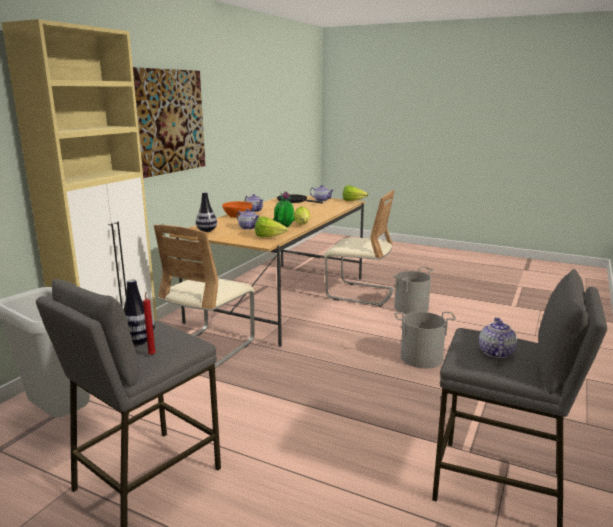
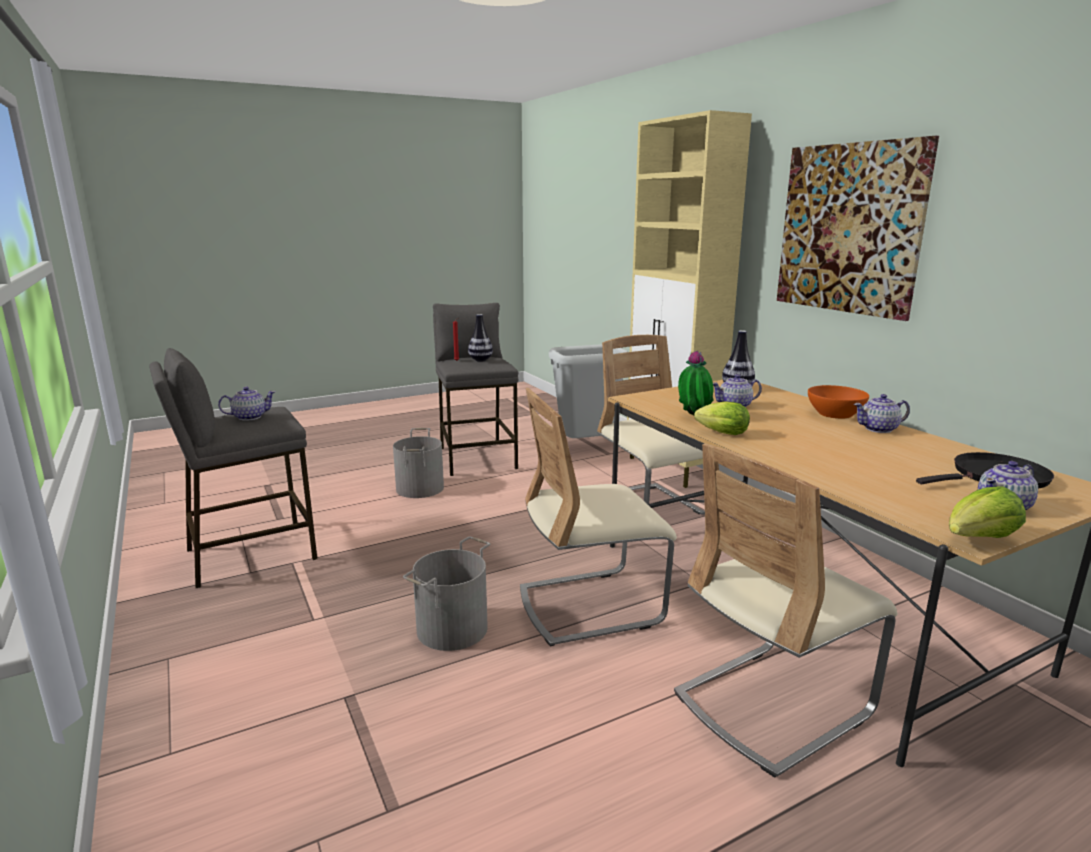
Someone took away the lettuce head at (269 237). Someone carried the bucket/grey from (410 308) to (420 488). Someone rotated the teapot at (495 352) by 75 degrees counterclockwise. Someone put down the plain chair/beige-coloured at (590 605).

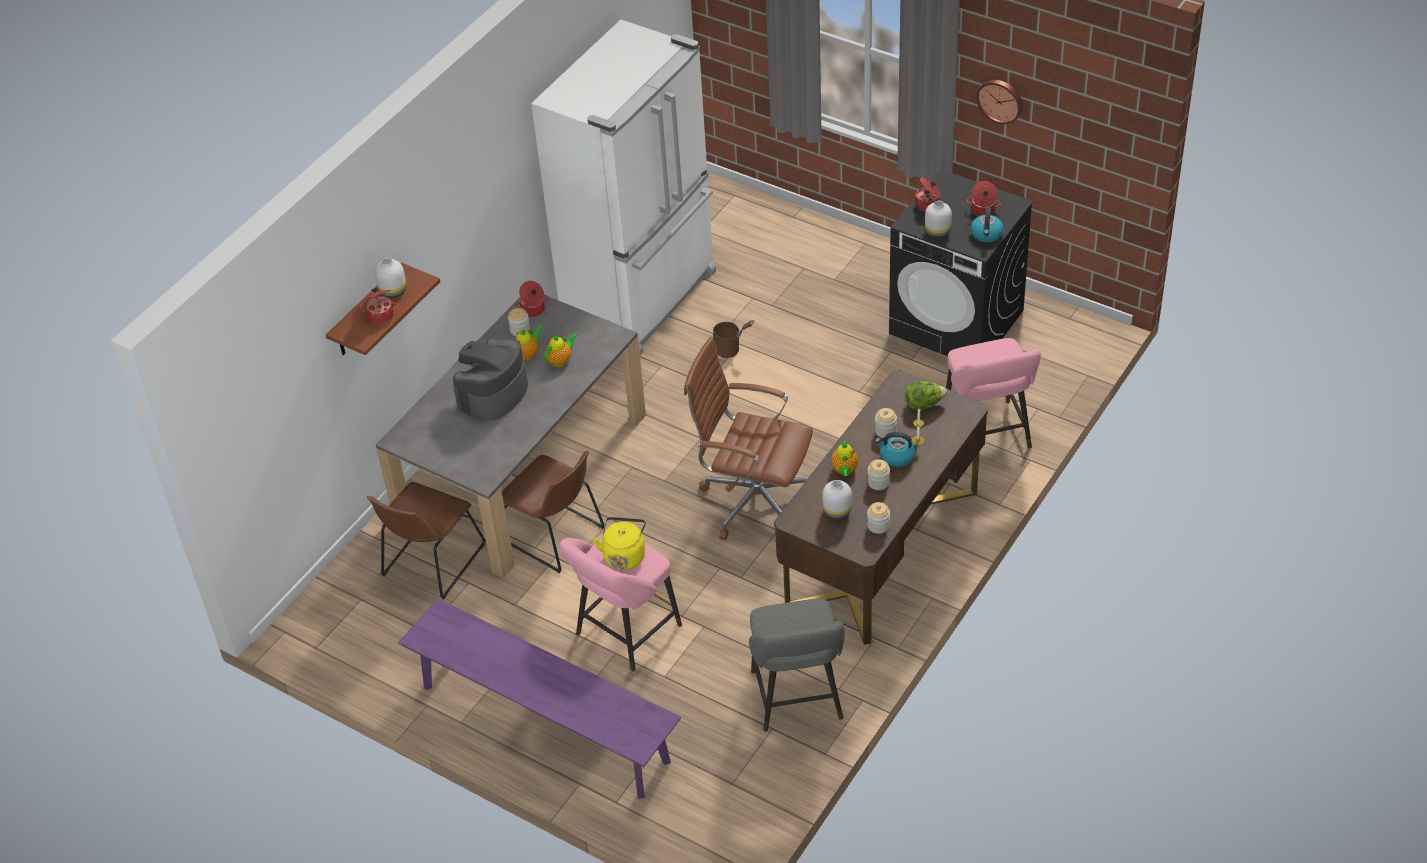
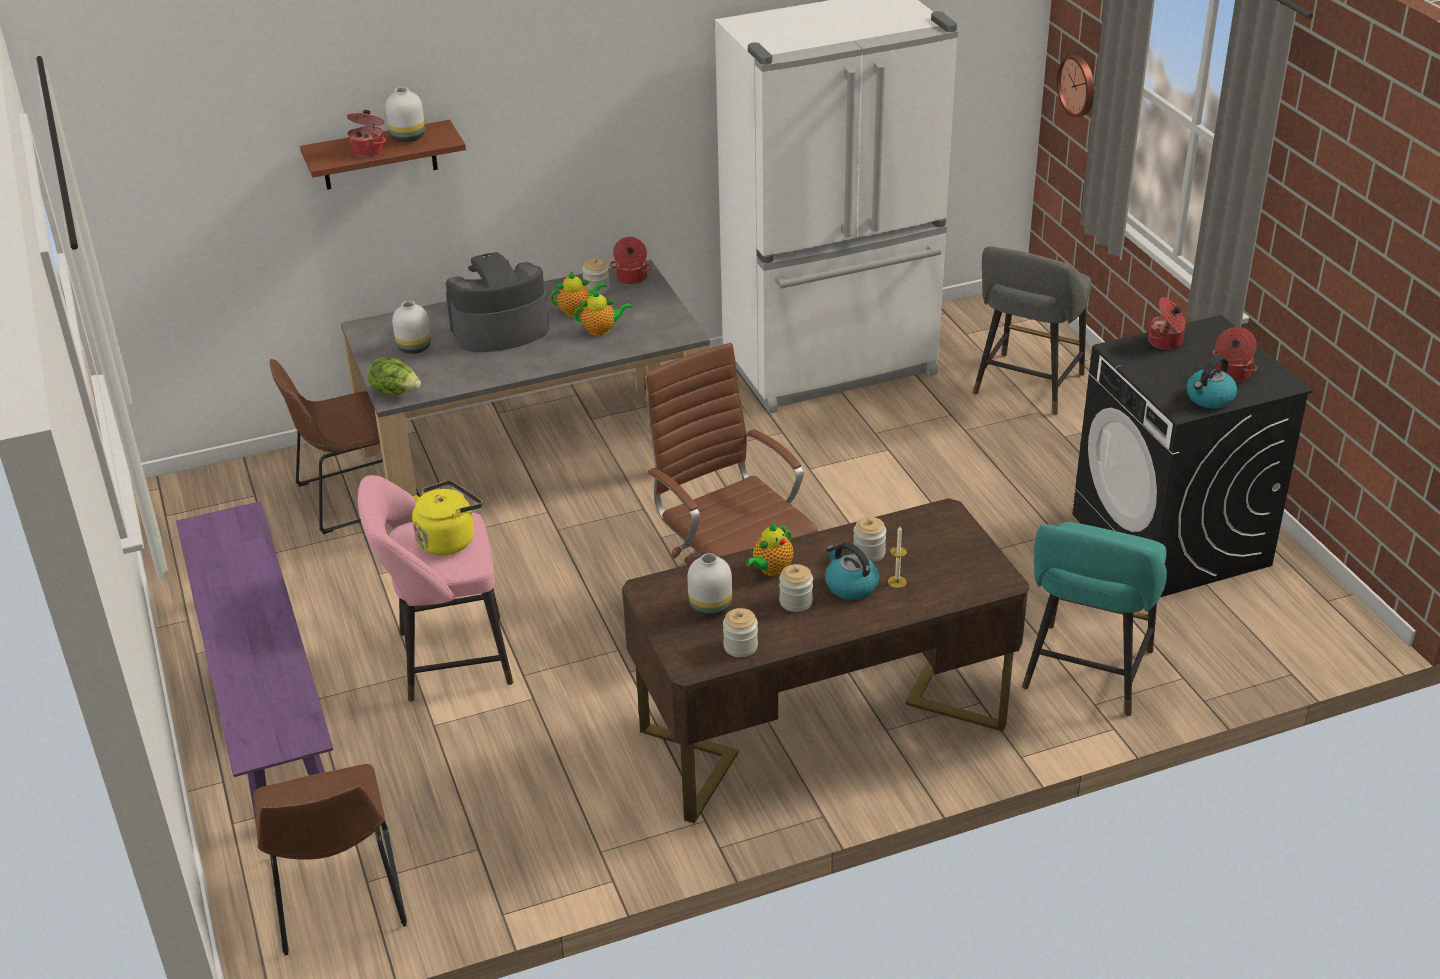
Someone carried the plain chair/brown from (555 536) to (338 897). Someone took away the bucket/brown at (731 350). Someone carried the stool seat/grey from (797 700) to (1026 387). Someone carried the lettuce head from (924 404) to (396 393). Someone carried the vase/whitish from (937 231) to (415 347). Someone repainted the stool seat/pinkish at (988 435), which became the stool seat/blue-green at (1085 675). Someone carried the clock on the wall from (1000 100) to (1078 85).

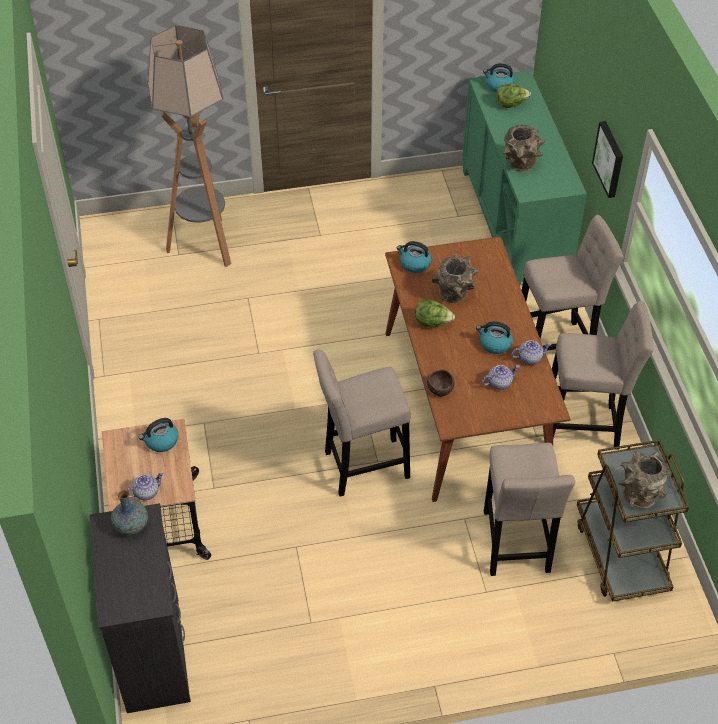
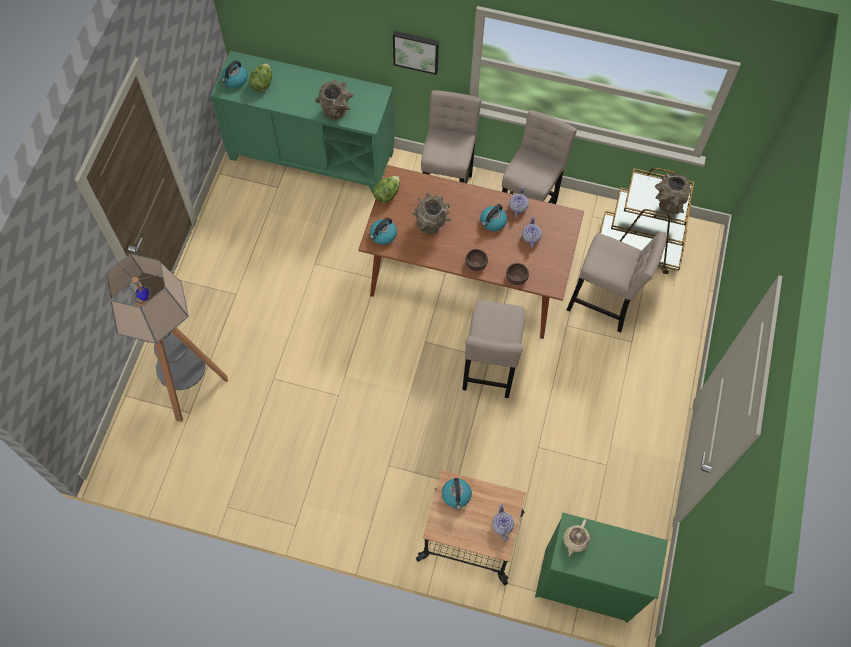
Someone repainted the dresser/blackish at (154 652), which became the dresser/green-coloured at (585 584). Someone swapped the vase at (131 525) for the teapot/beige-coloured at (575 540). Someone carried the lettuce head from (432 323) to (387 194). Someone put down the deep dish/brown at (476 263).

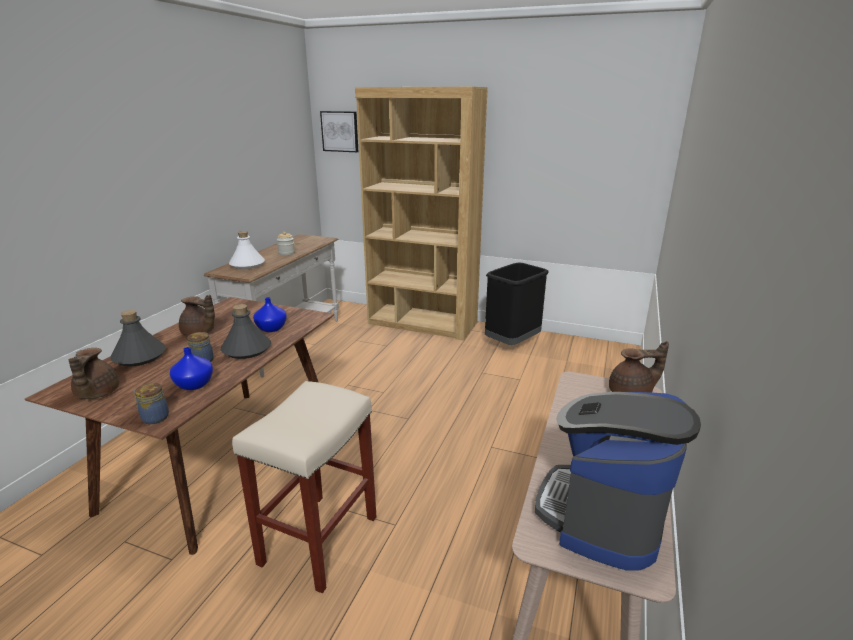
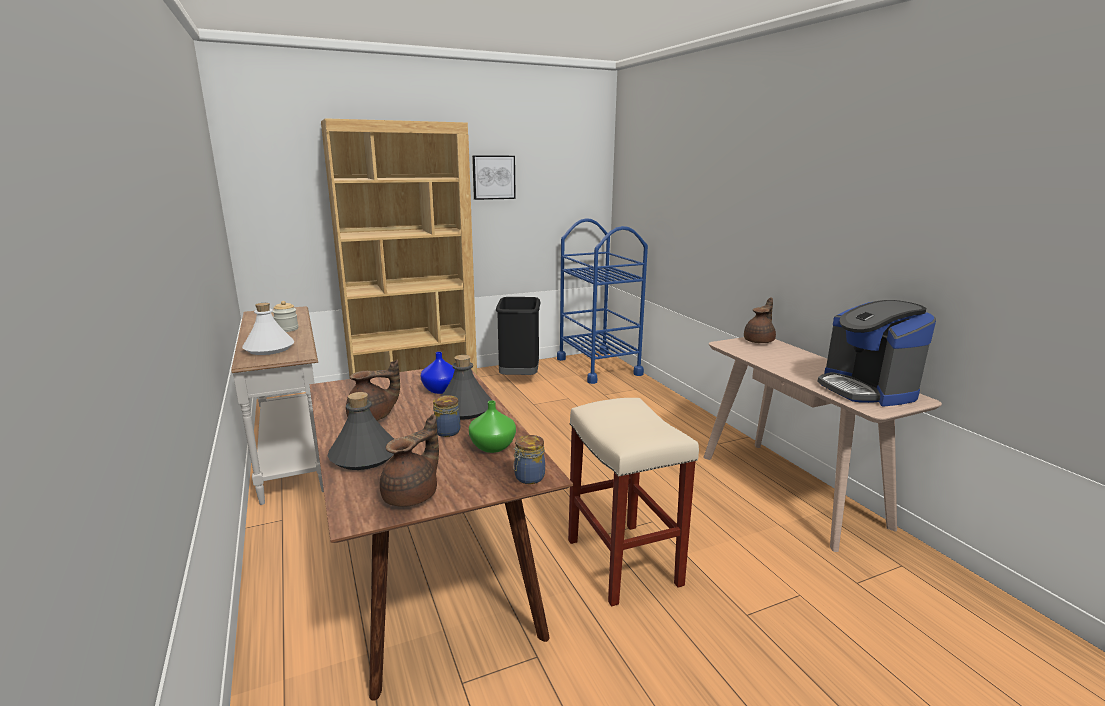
Someone rotated the teapot/brown at (96 394) by 90 degrees counterclockwise. Someone repainted the vase/blue at (193 385), which became the vase/green-coloured at (492 447). Someone carried the wall art from (340 131) to (493 177). Someone put down the trolley/blue at (598 366).

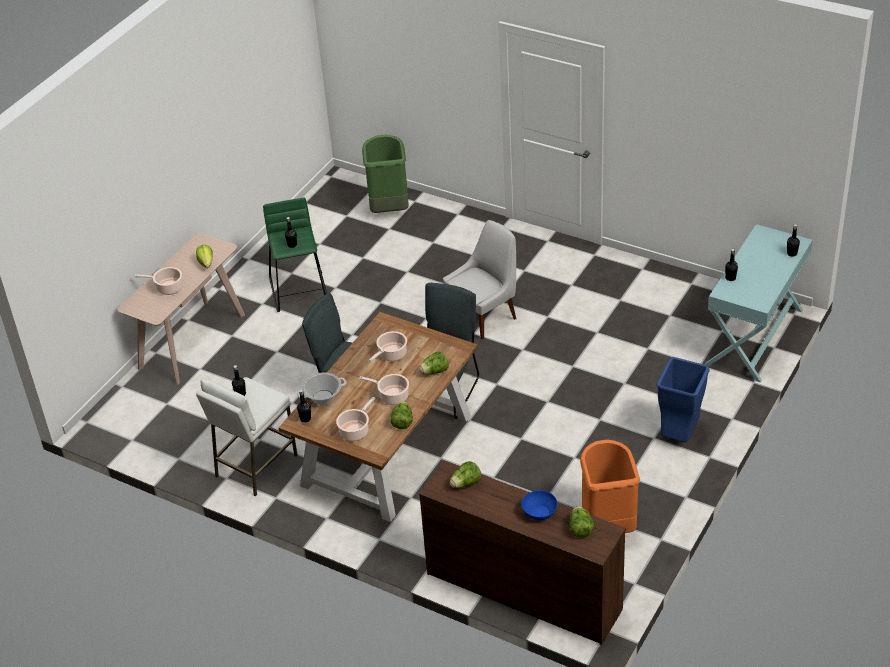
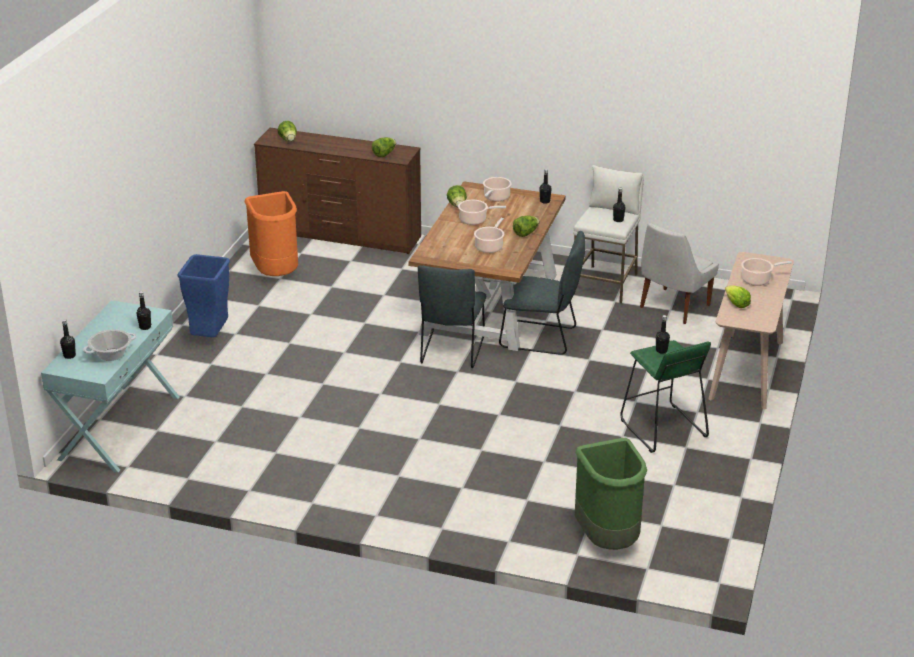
Someone carried the stockpot from (323 397) to (111 355). Someone carried the lettuce head from (434 371) to (526 233). Someone carried the plain chair/whitish from (485 315) to (673 307). Someone took away the deep dish/blue at (539 512).

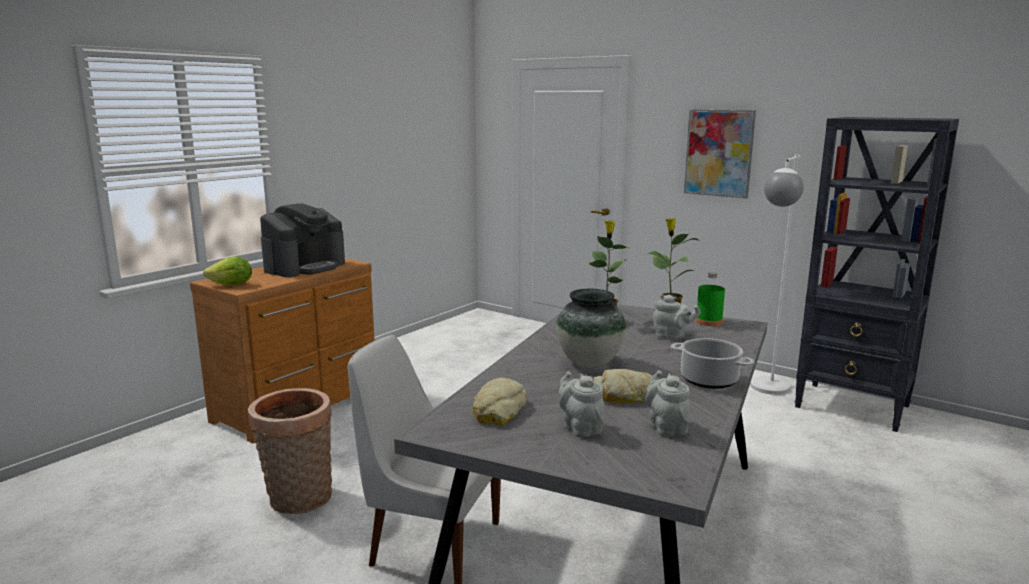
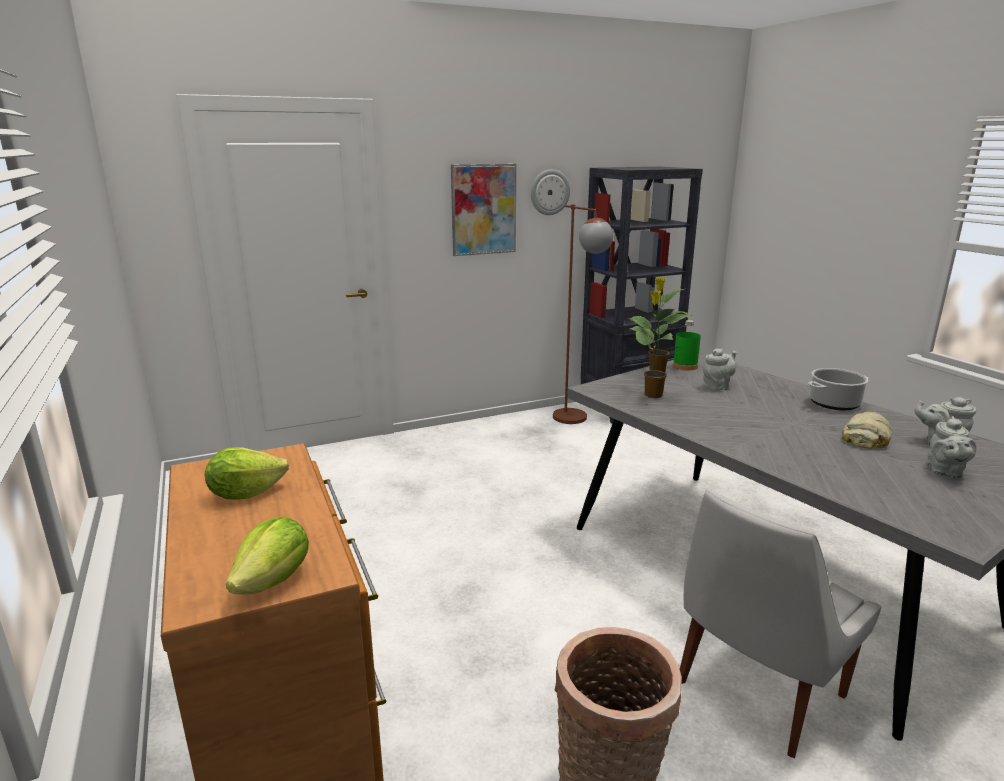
Someone swapped the coffee brewer at (305 267) for the lettuce head at (245 493). Someone took away the bakery bread at (498 410). Someone took away the vase at (588 363). Someone rotated the teapot/grey at (580 428) by 75 degrees counterclockwise. Someone repainted the floor lamp/whitish at (766 391), which became the floor lamp/brown at (577 421). Someone put up the clock on the wall at (549 192).

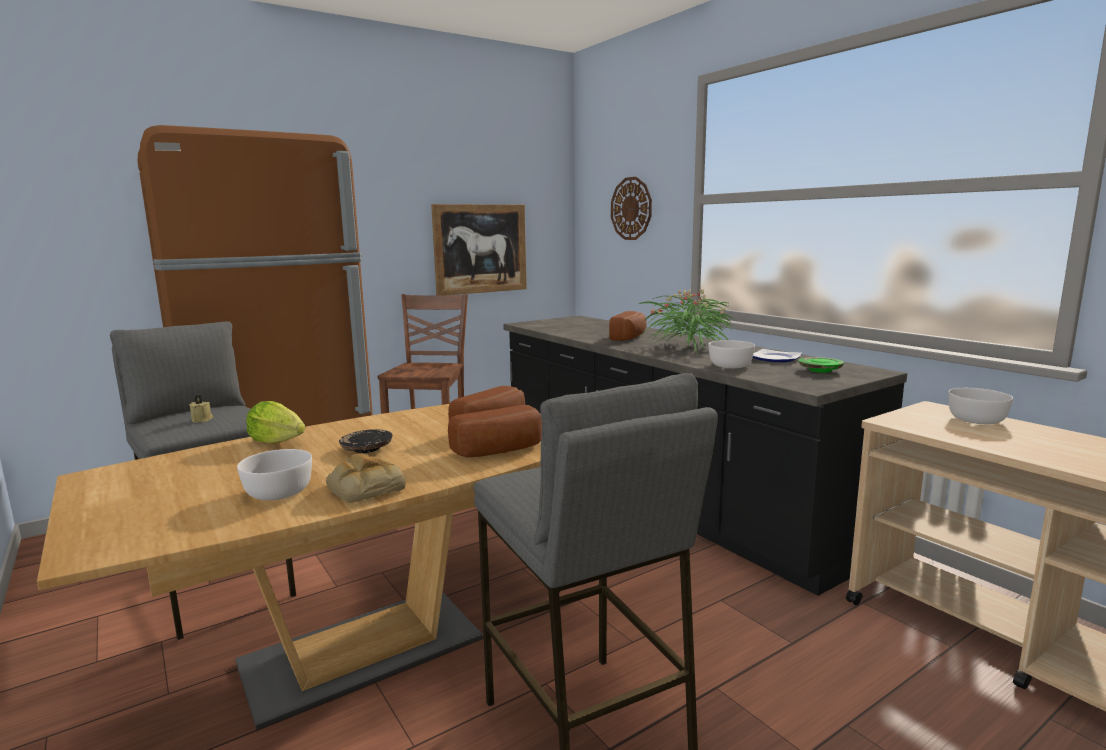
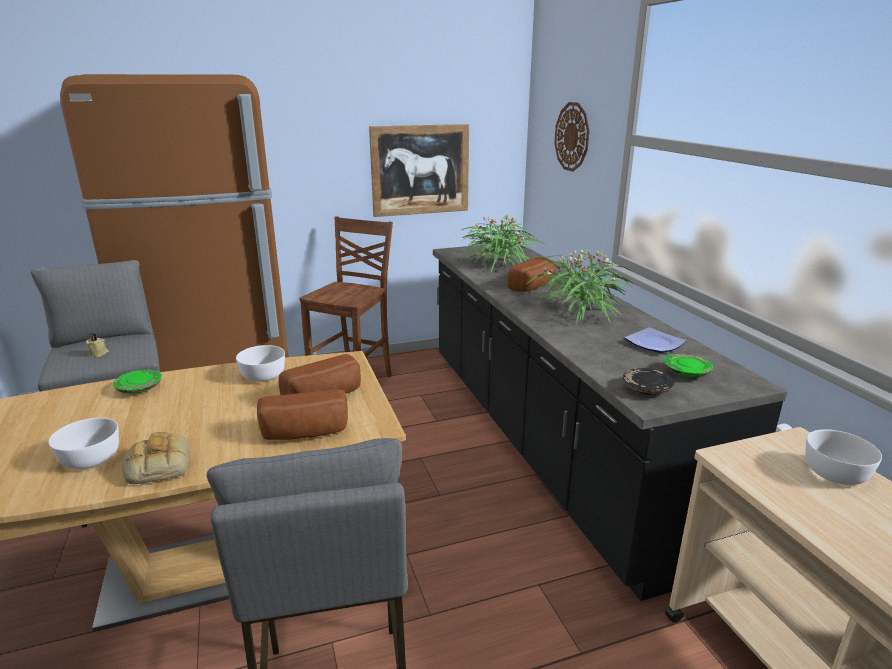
Someone swapped the lettuce head at (277 442) for the dinner plate/green-coloured at (140 388). Someone carried the dinner plate/blackish from (366 449) to (646 389). Someone carried the deep dish/whitish from (730 366) to (262 375). Someone put down the plant in a pot at (498 264).

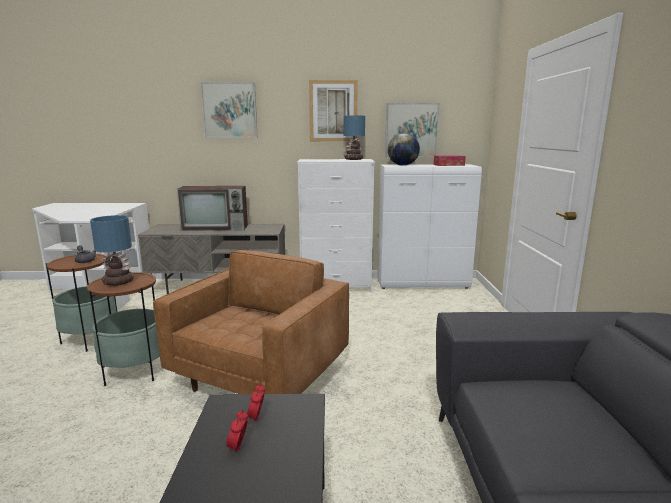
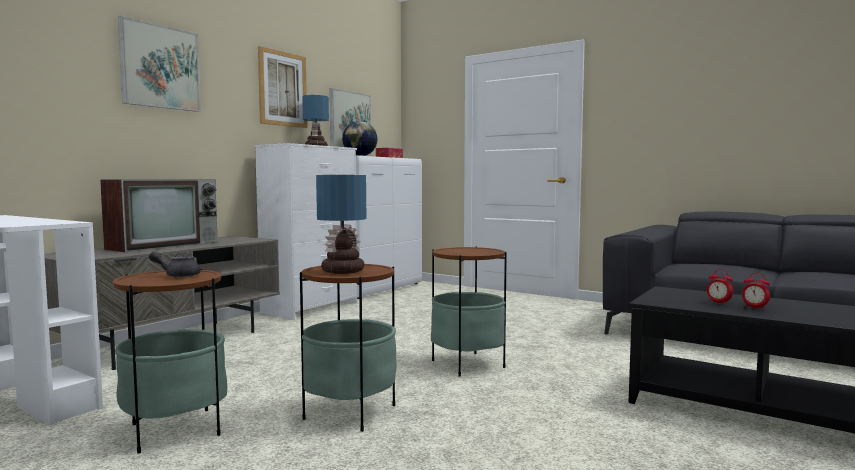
Someone swapped the armchair/brown at (261 378) for the accent table at (468 364). Someone carried the alarm clock from (257 418) to (754 308).

